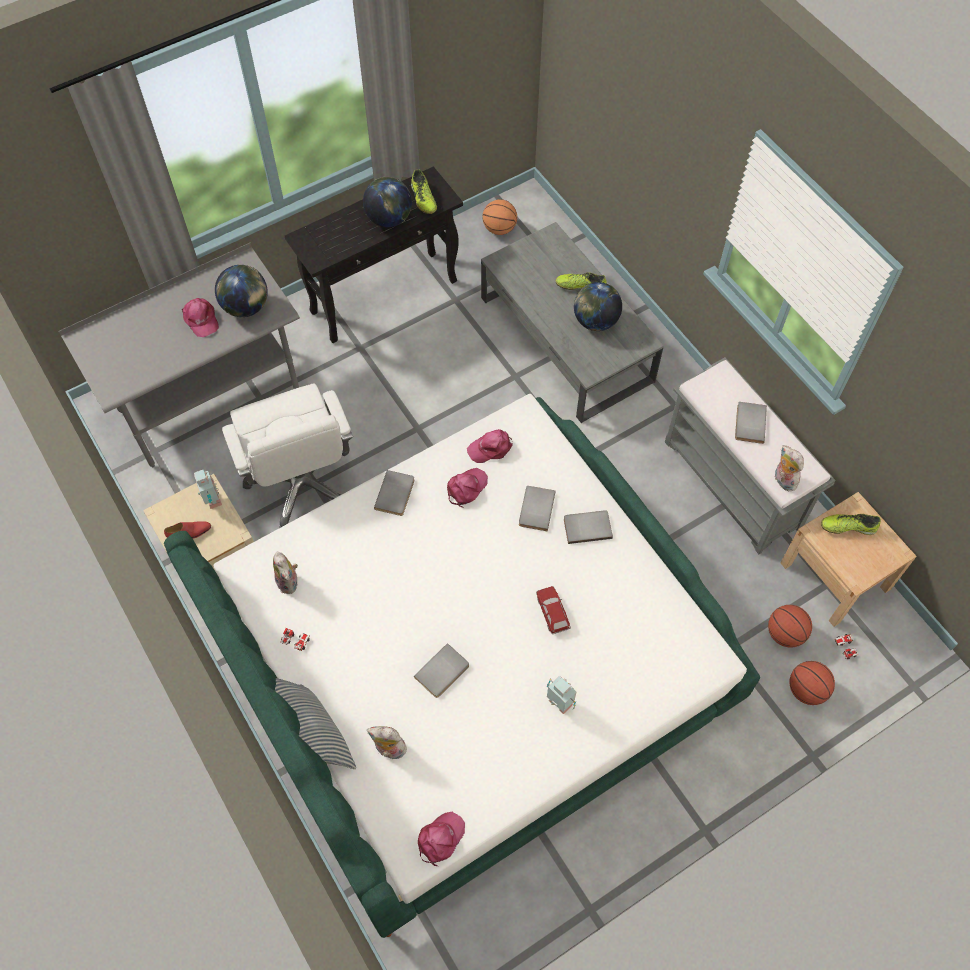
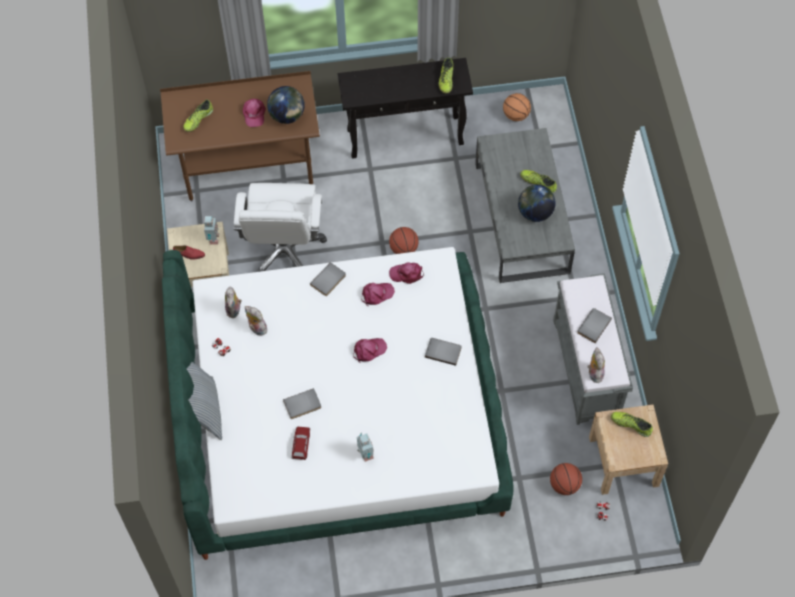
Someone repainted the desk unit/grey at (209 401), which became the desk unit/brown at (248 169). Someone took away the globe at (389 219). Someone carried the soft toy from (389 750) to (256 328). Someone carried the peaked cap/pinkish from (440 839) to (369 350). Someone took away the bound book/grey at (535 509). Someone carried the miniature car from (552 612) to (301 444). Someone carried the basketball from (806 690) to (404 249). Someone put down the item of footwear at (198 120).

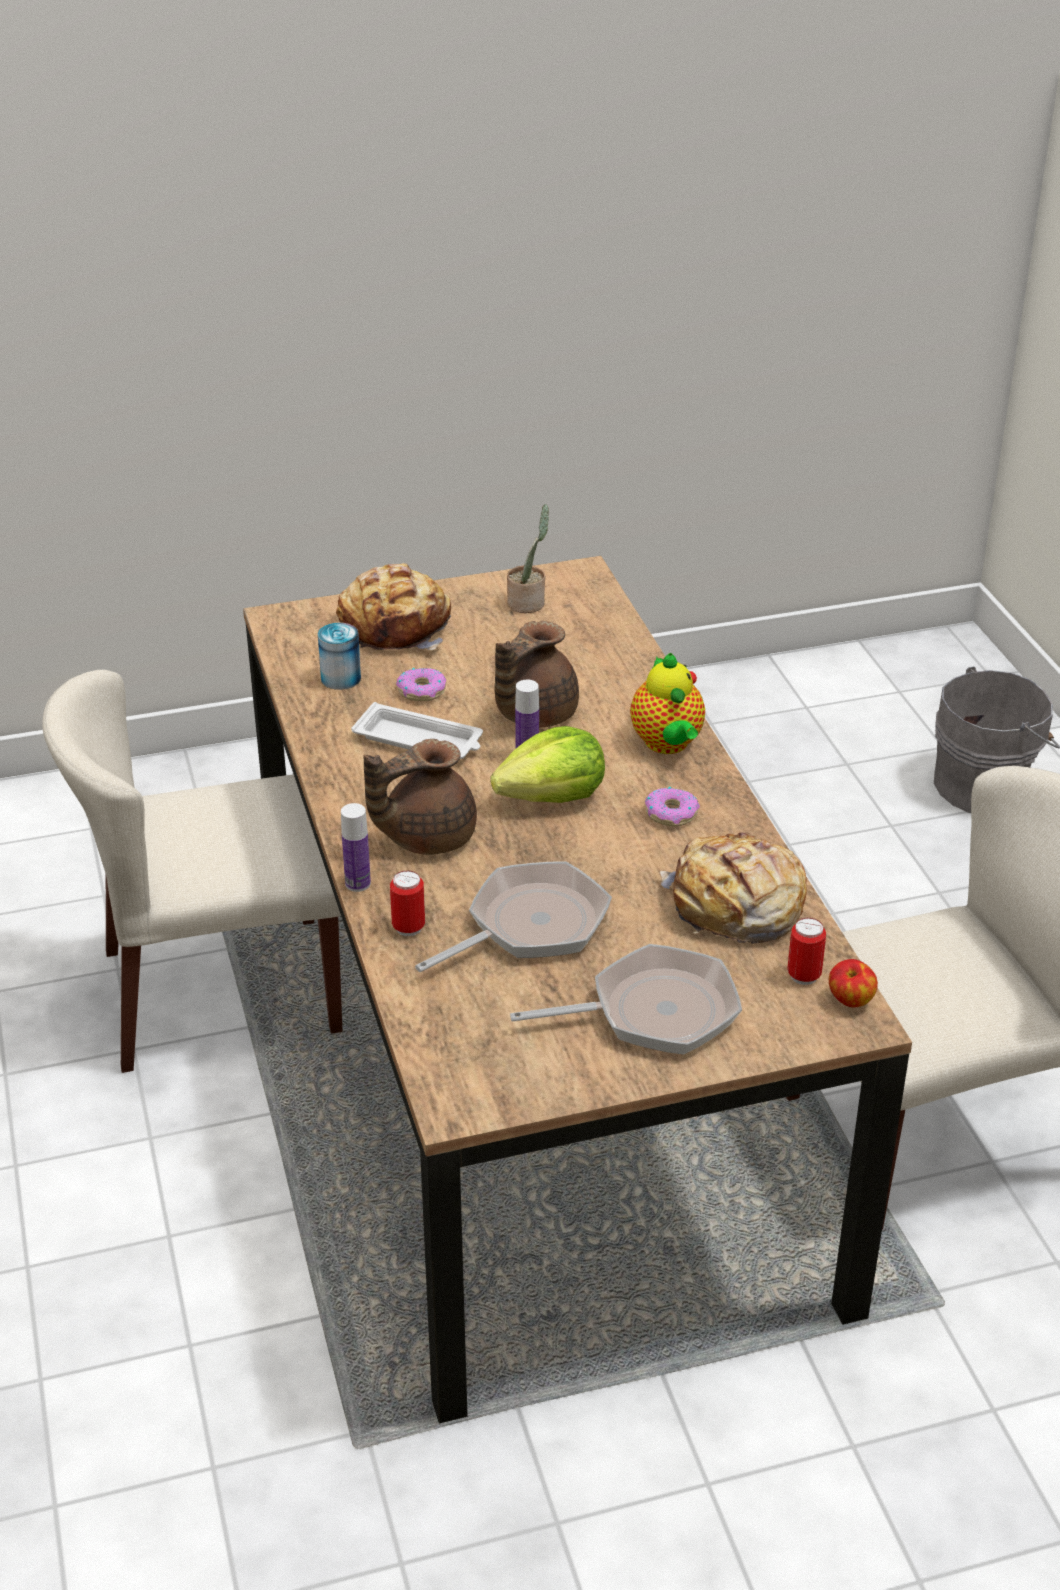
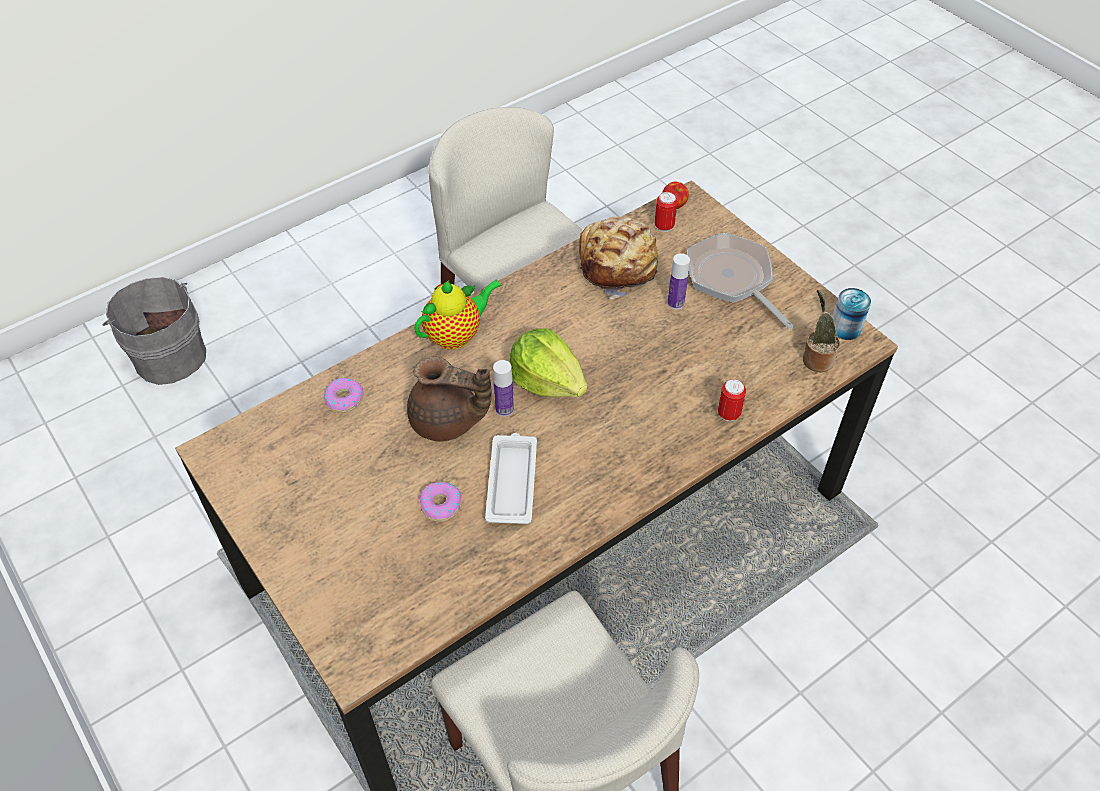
Someone carried the can from (341 678) to (845 328). Someone took away the bakery bread at (396 626). Someone carried the bottle from (358 883) to (675 303). Someone took away the teapot/brown at (425 836). Someone took away the frying pan at (530 925). Someone carried the plant in a pot from (528 603) to (816 359). Someone carried the ring doughnut from (671 813) to (344 399).

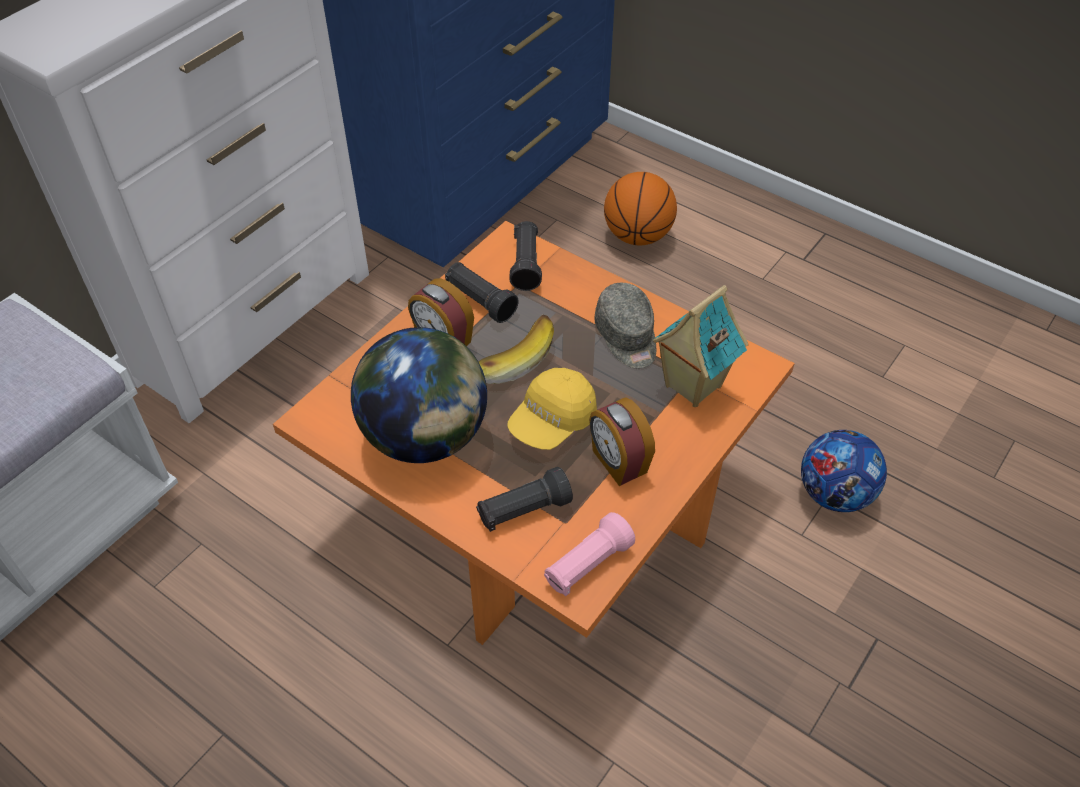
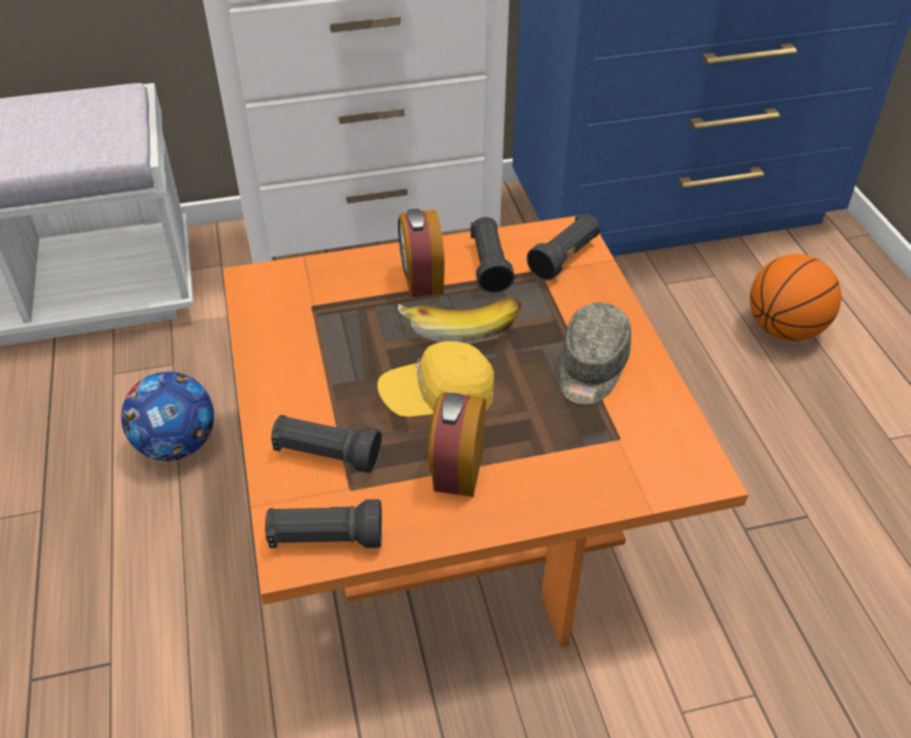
Someone took away the globe at (426 437). Someone repainted the flashlight/pinkish at (587 565), which became the flashlight/blackish at (325 538). Someone took away the model house at (691 386). Someone carried the ball for football from (834 494) to (177 445).

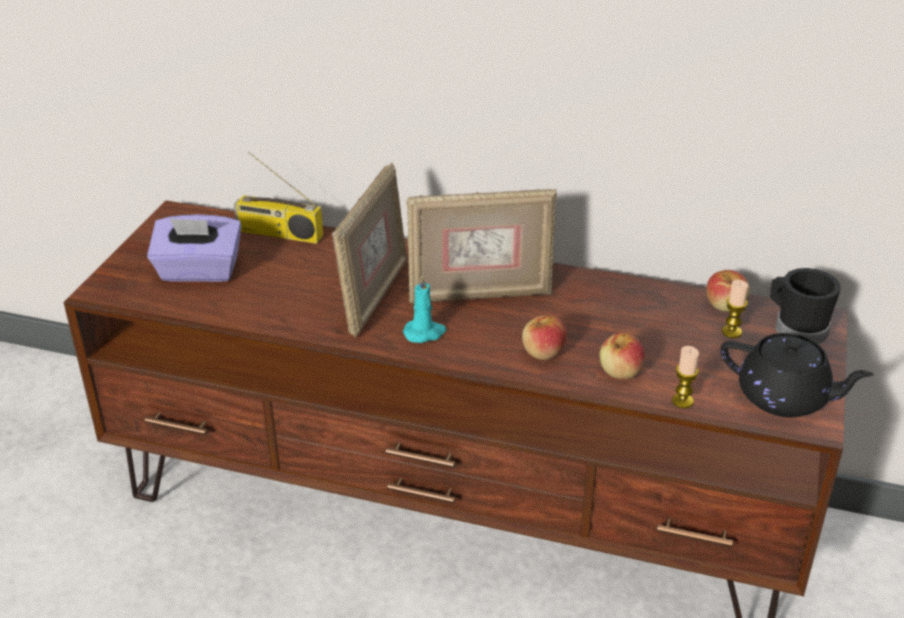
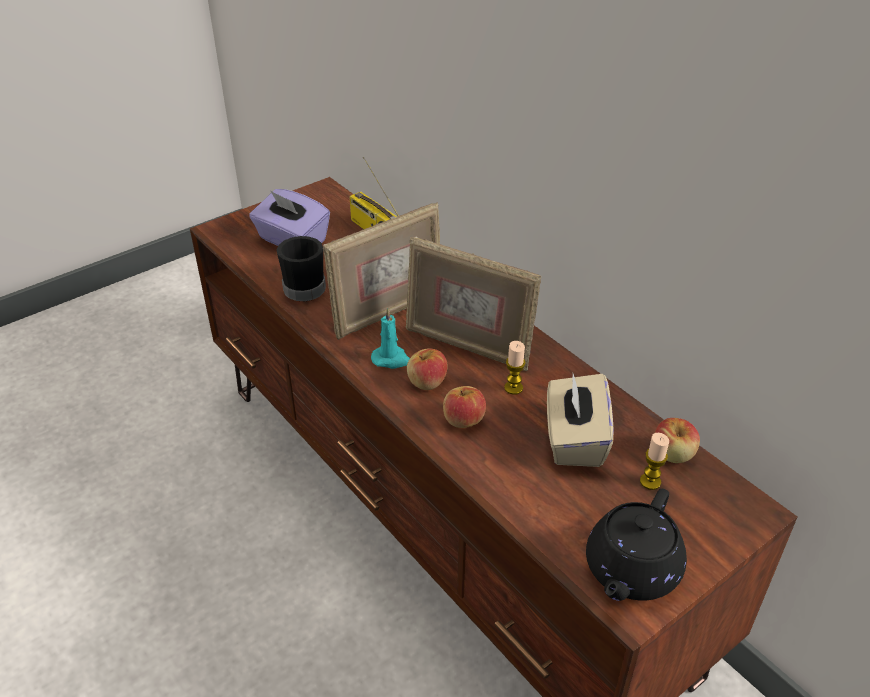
Someone carried the apple from (620 372) to (427 382). Someone carried the wax candle from (682 401) to (513 388). Someone rotated the teapot/blackish at (785 398) by 60 degrees clockwise. Someone carried the coffee mug/blackish from (795 328) to (304 286). Someone put down the tissue holder/beige-coloured at (574 439).

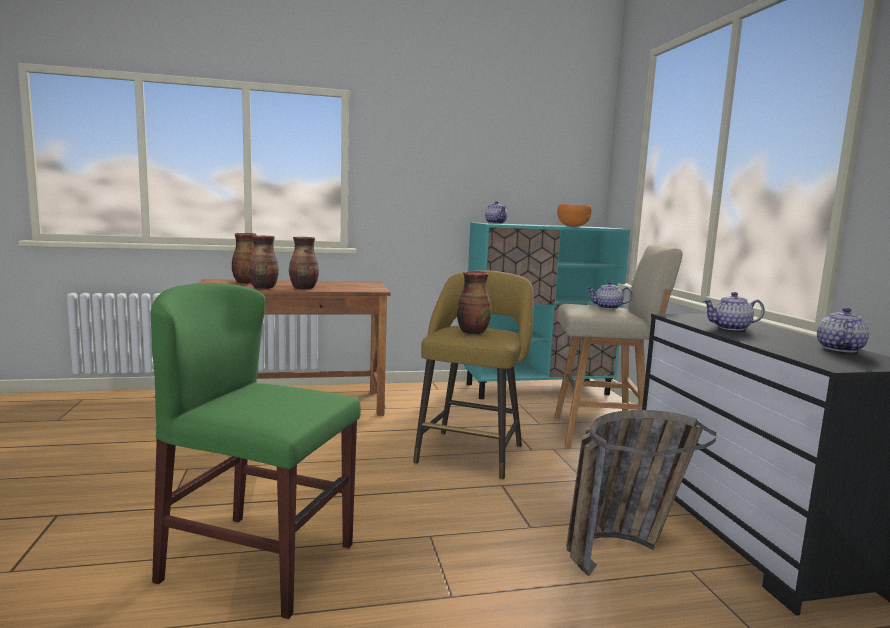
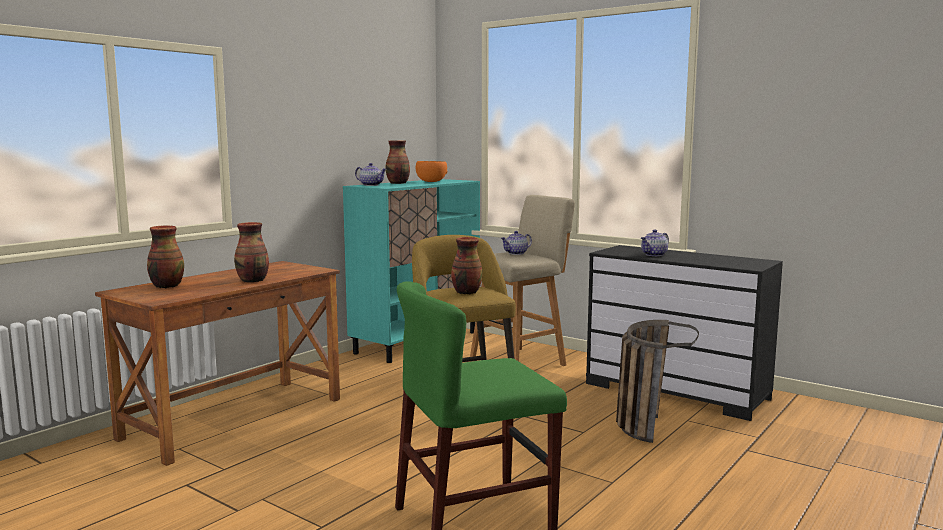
Someone carried the vase from (263 288) to (398 183). Someone took away the teapot at (838 349).

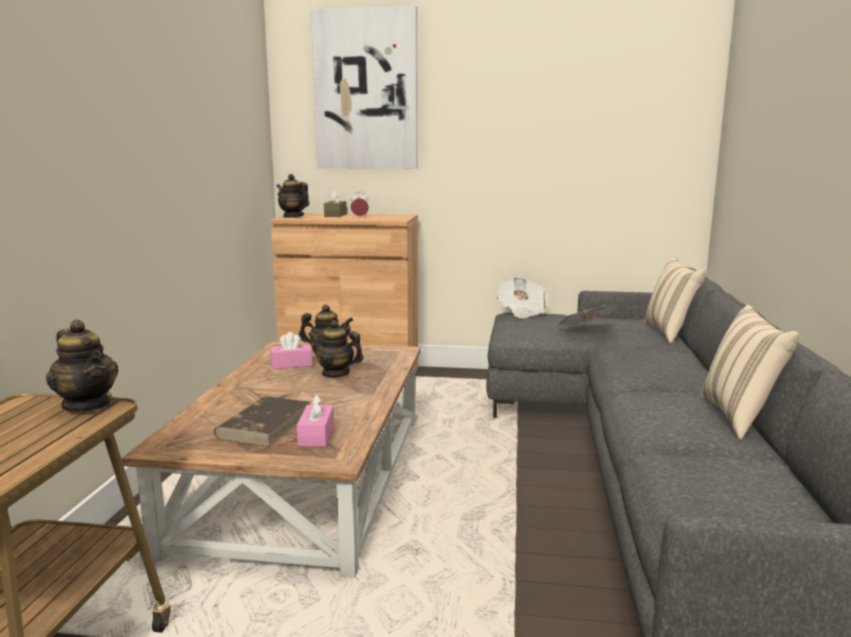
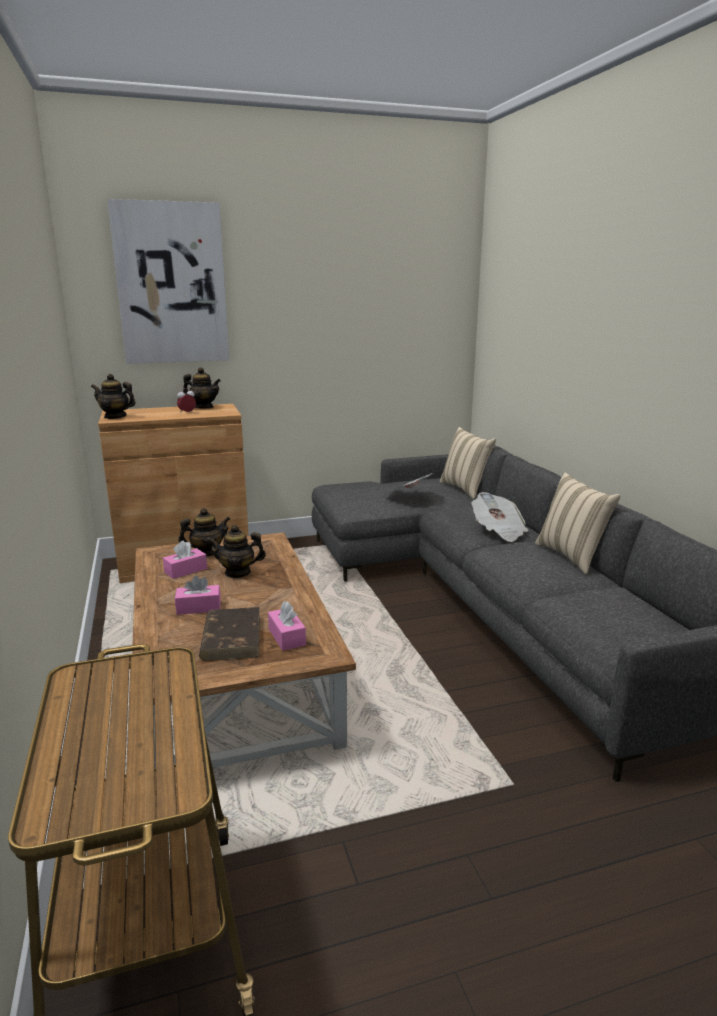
Someone carried the teapot from (87 405) to (203 407). Someone took away the tissue holder/brown at (335 215). Someone carried the printed paper from (521 312) to (498 531). Someone put down the tissue holder/pinkish at (198 607).

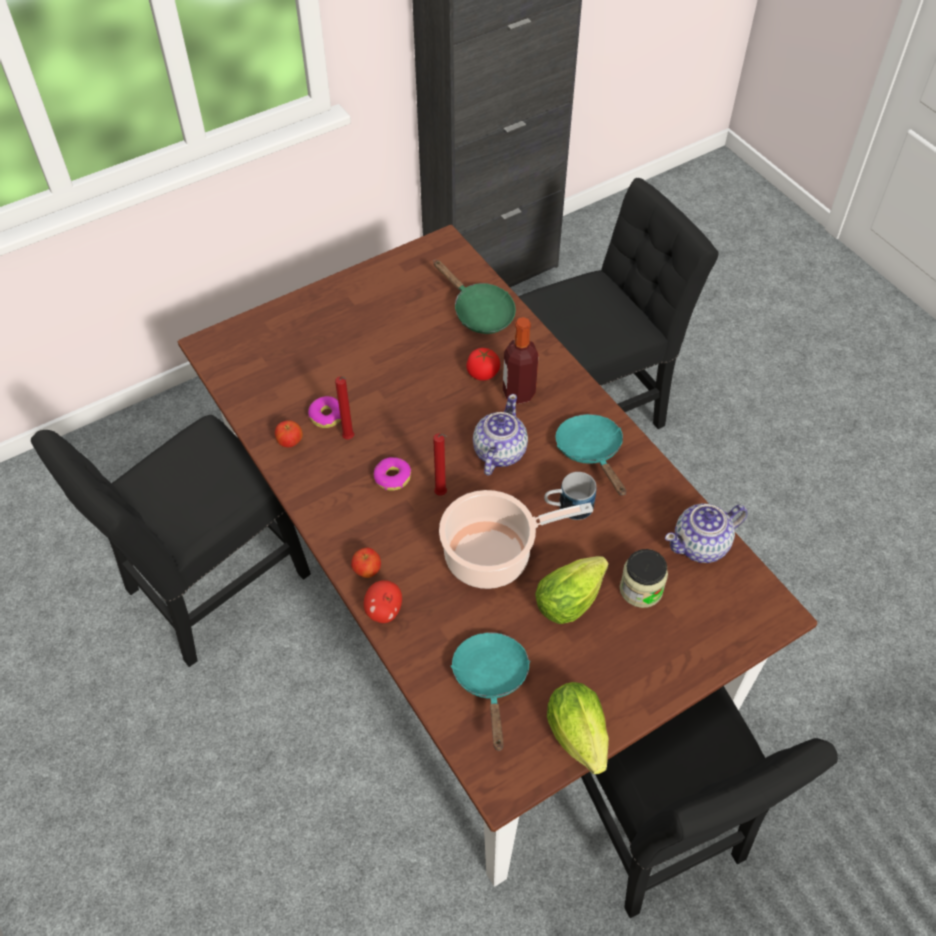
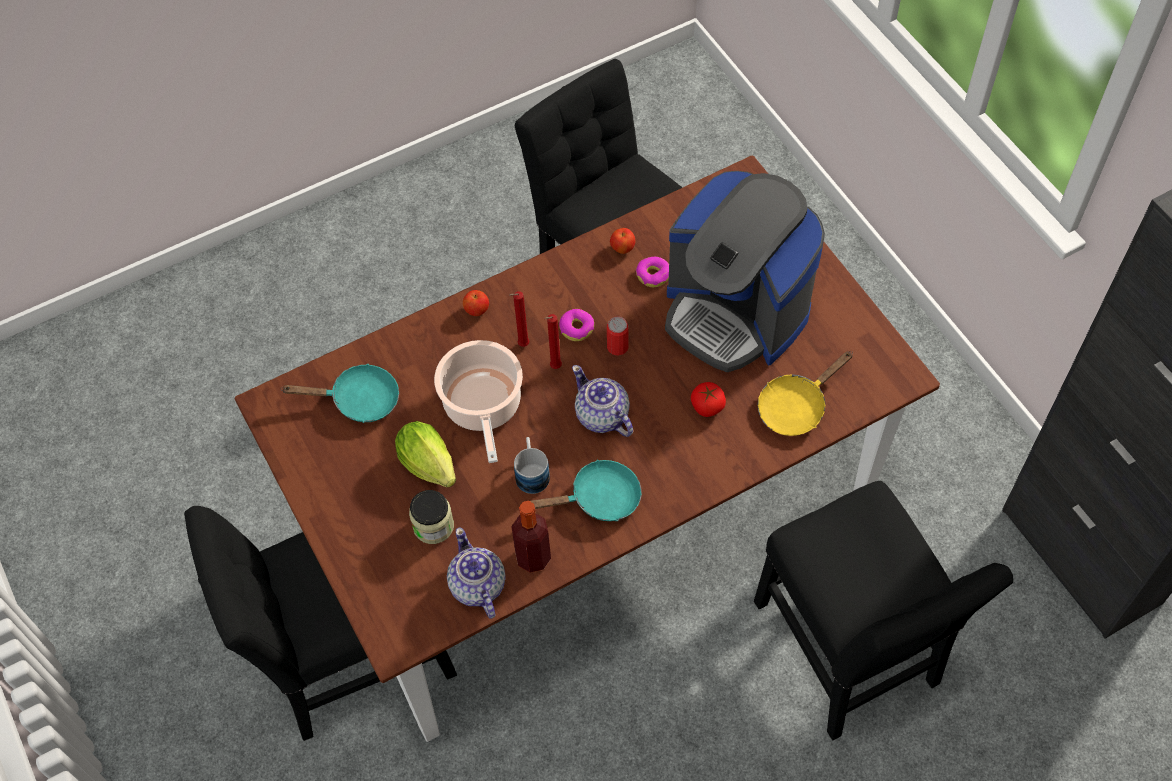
Someone carried the wax candle/reddish from (349 439) to (522 345). Someone took away the apple at (384 611). Someone repainted the frying pan/green-coloured at (479 312), which became the frying pan/yellow at (796 406). Someone rotated the teapot at (498 452) by 150 degrees counterclockwise. Someone carried the bottle from (518 393) to (533 557). Someone took away the lettuce head at (580 740). Someone put down the can at (617 347). Someone put down the coffee brewer at (736 312).

